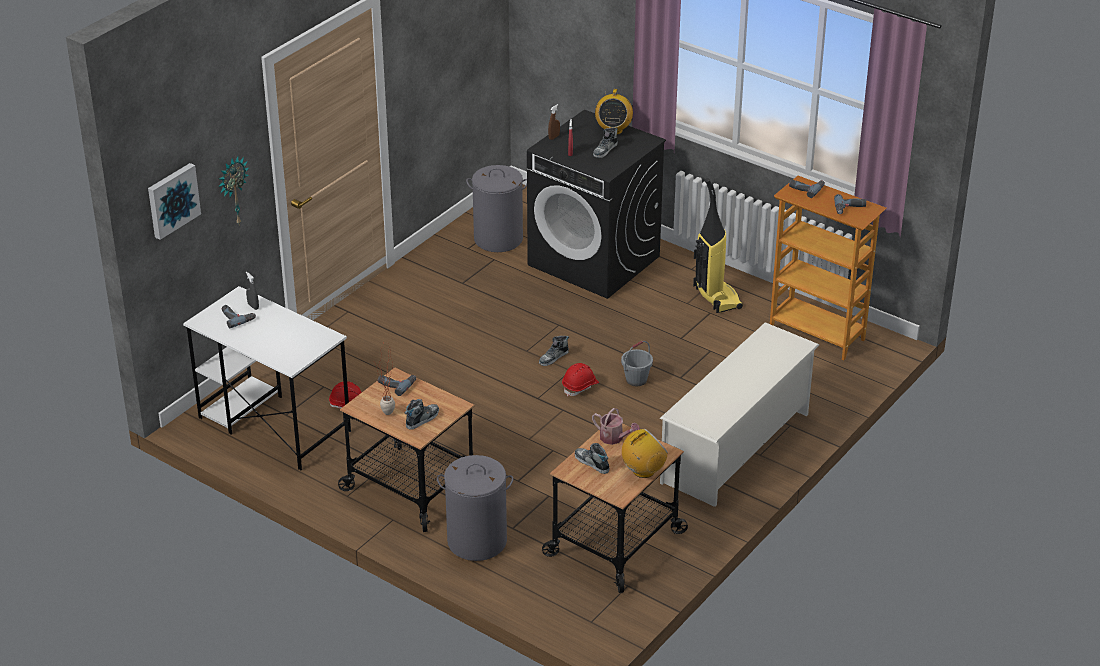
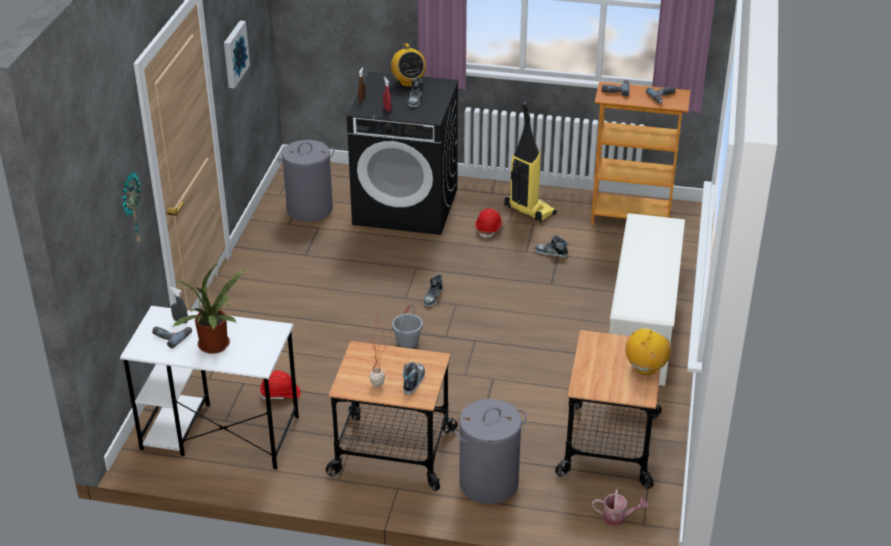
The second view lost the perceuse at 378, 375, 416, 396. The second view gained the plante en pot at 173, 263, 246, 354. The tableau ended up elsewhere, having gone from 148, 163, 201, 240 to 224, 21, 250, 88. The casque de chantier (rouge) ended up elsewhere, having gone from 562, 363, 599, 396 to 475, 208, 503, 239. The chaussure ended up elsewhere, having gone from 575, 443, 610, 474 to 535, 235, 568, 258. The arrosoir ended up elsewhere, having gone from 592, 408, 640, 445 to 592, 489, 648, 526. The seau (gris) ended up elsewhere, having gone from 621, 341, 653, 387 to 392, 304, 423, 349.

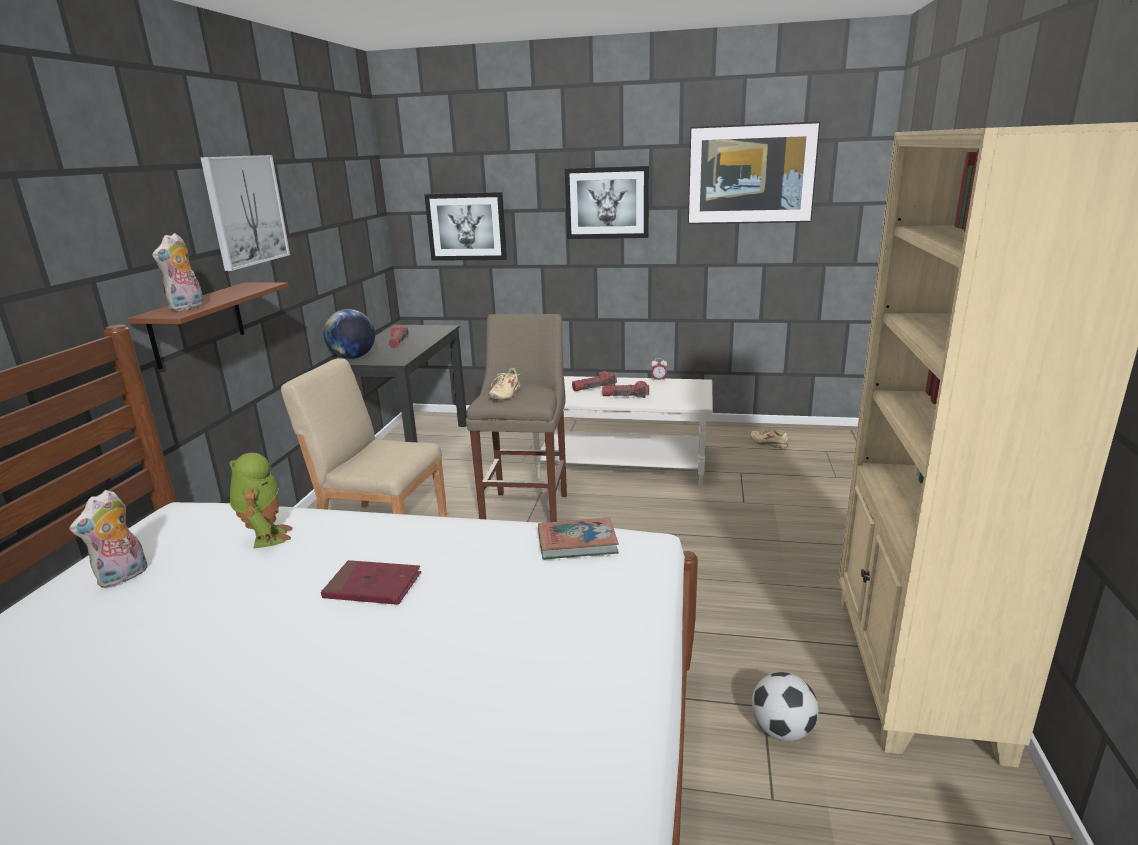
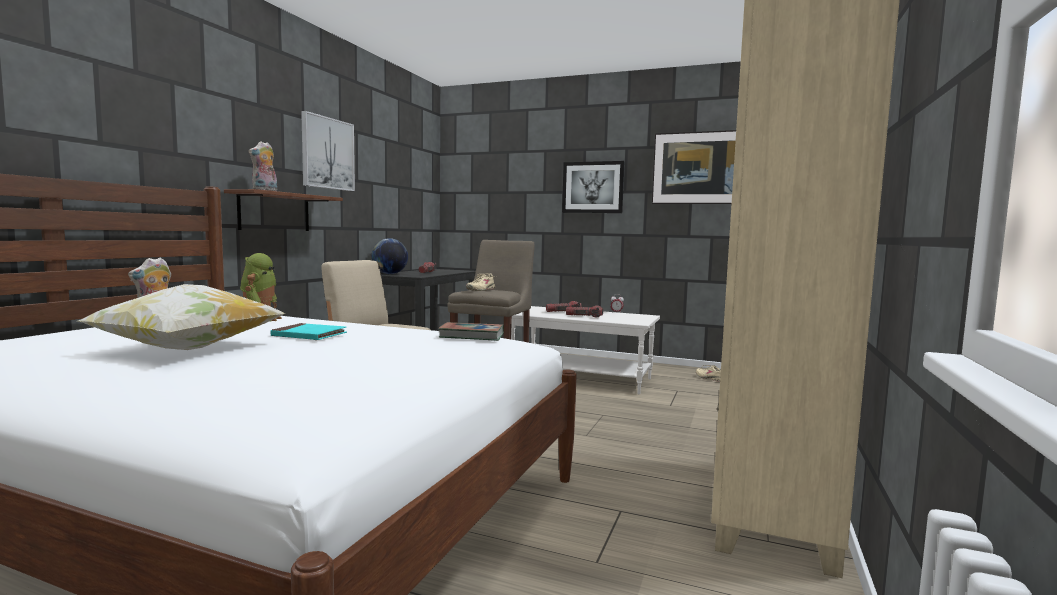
The second view lost the tableau at 424, 192, 507, 261. The second view lost the ballon de foot at 752, 672, 818, 741. The second view gained the coussin at 79, 284, 286, 350. What was the livre (rouge) at 321, 560, 421, 605 turned into the livre (turquoise) at 270, 323, 347, 340.

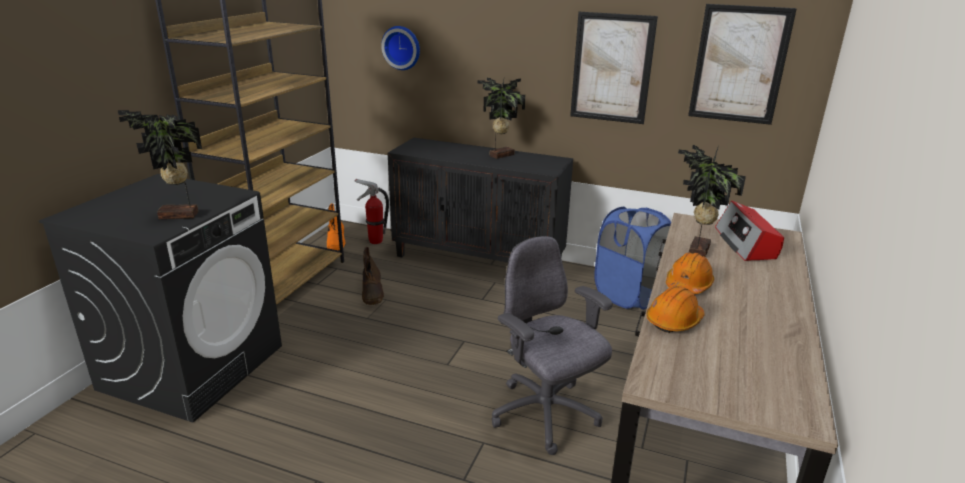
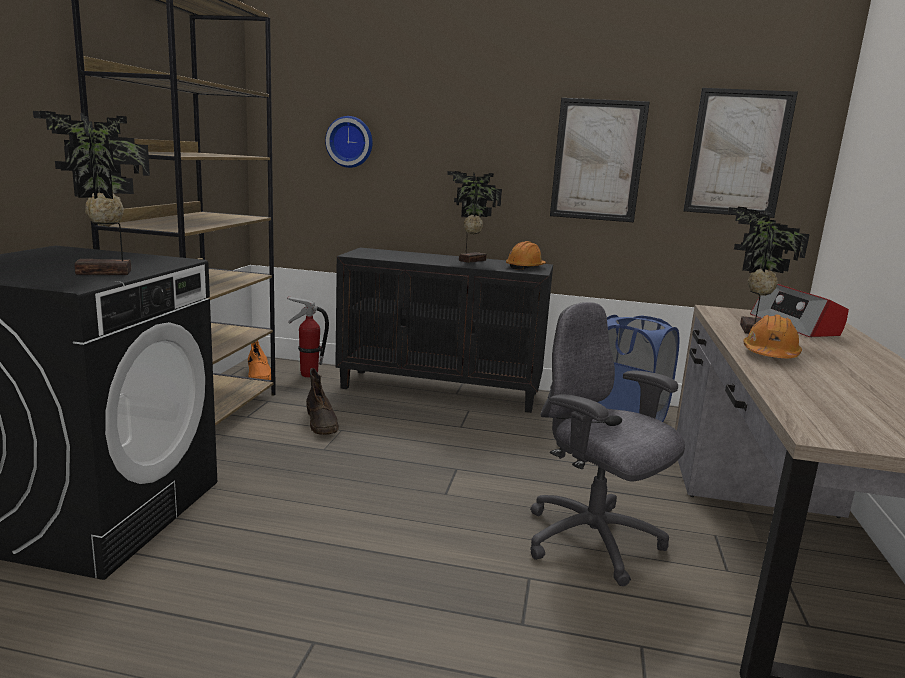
The casque de chantier (orange) ended up elsewhere, having gone from 647, 286, 705, 333 to 506, 241, 546, 270.

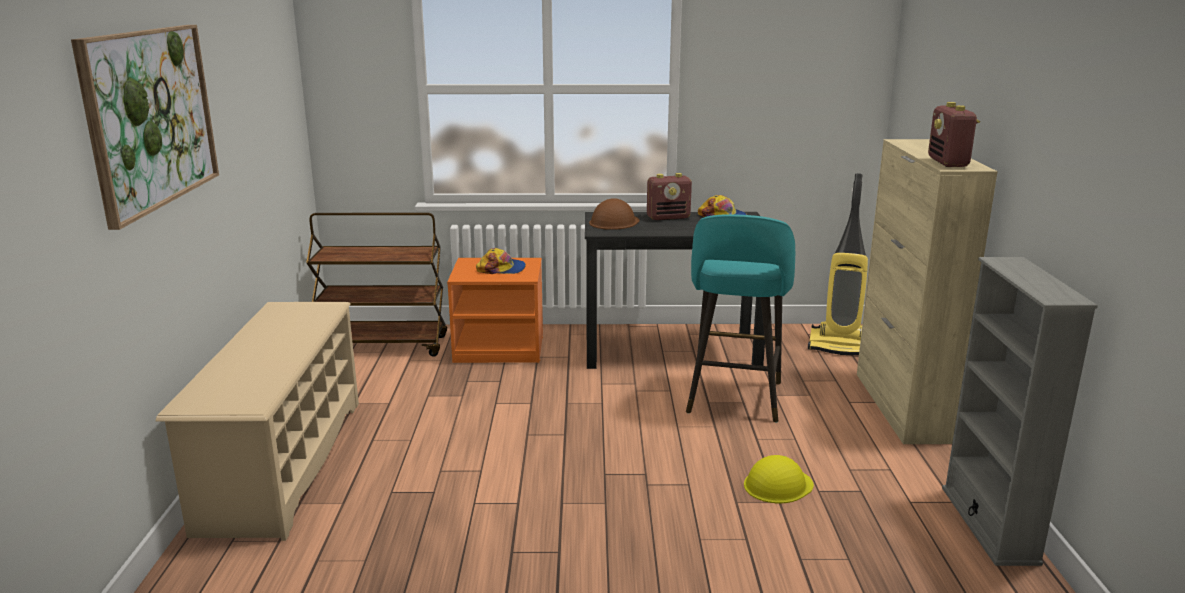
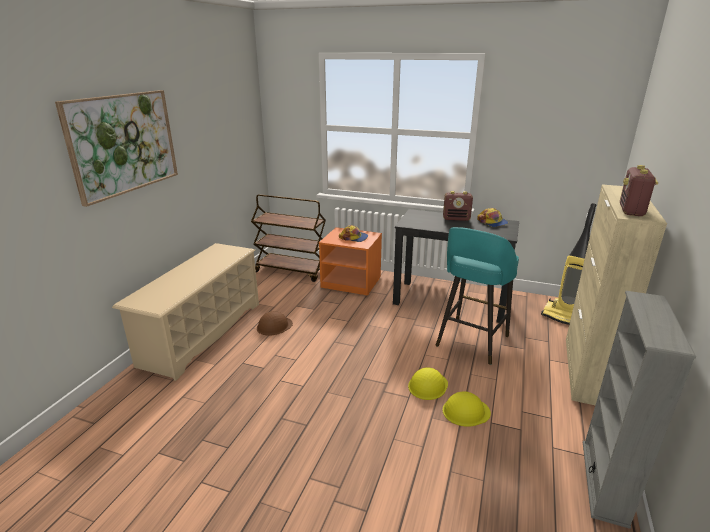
The second view gained the casque de chantier (jaune) at 408, 367, 448, 400. The casque de chantier (marron) ended up elsewhere, having gone from 589, 198, 640, 230 to 257, 311, 293, 336.

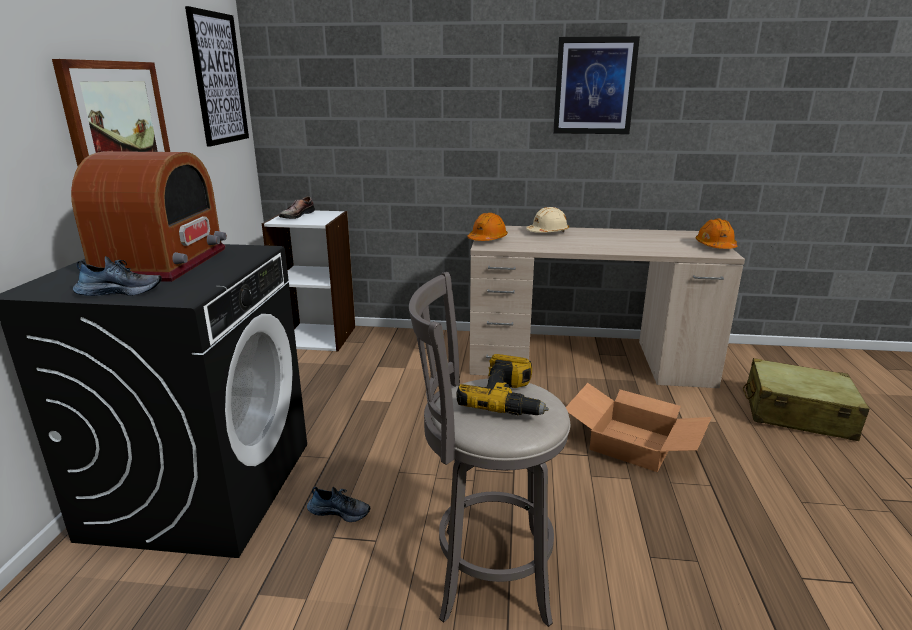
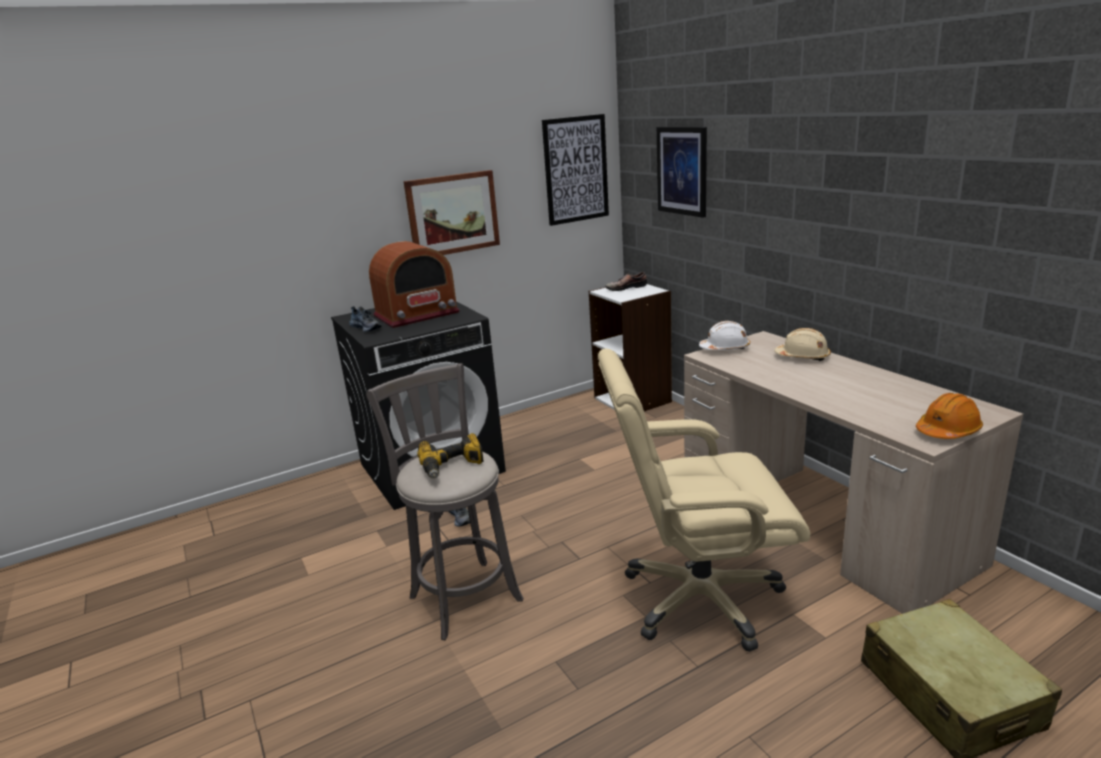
The tableau ended up elsewhere, having gone from 553, 36, 640, 134 to 657, 127, 707, 218. Where the carton stood at 566, 383, 712, 472, the chaise de bureau (beige) came to stand at 598, 348, 810, 652. What was the casque de chantier (orange) at 467, 213, 508, 241 turned into the casque de chantier (blanc) at 699, 321, 750, 350.

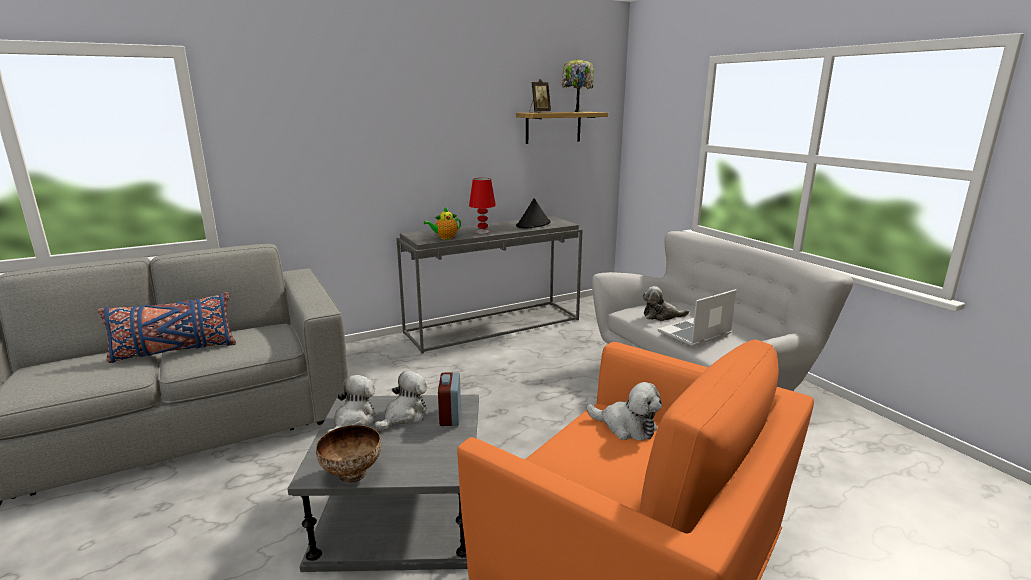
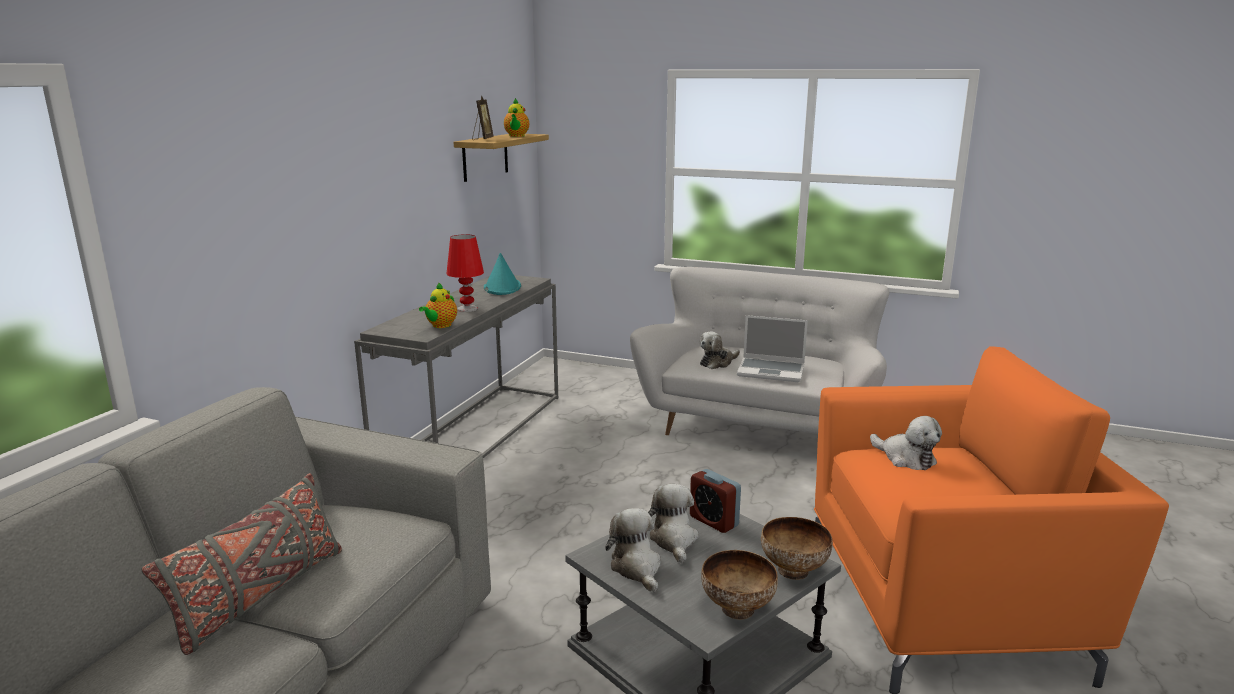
The second view gained the bol at 761, 517, 833, 580. Where the lampe de table stood at 562, 59, 594, 113, the théière came to stand at 504, 98, 529, 137. What was the coussin (bleu) at 98, 292, 236, 363 turned into the coussin (gris) at 142, 473, 342, 655. What was the chapeau (noir) at 516, 198, 551, 228 turned into the chapeau (turquoise) at 484, 253, 521, 295. The peluche at 587, 382, 662, 441 ended up facing another way, 60 degrees clockwise from before. The ordinateur portable at 658, 289, 737, 347 ended up facing another way, 90 degrees counterclockwise from before.

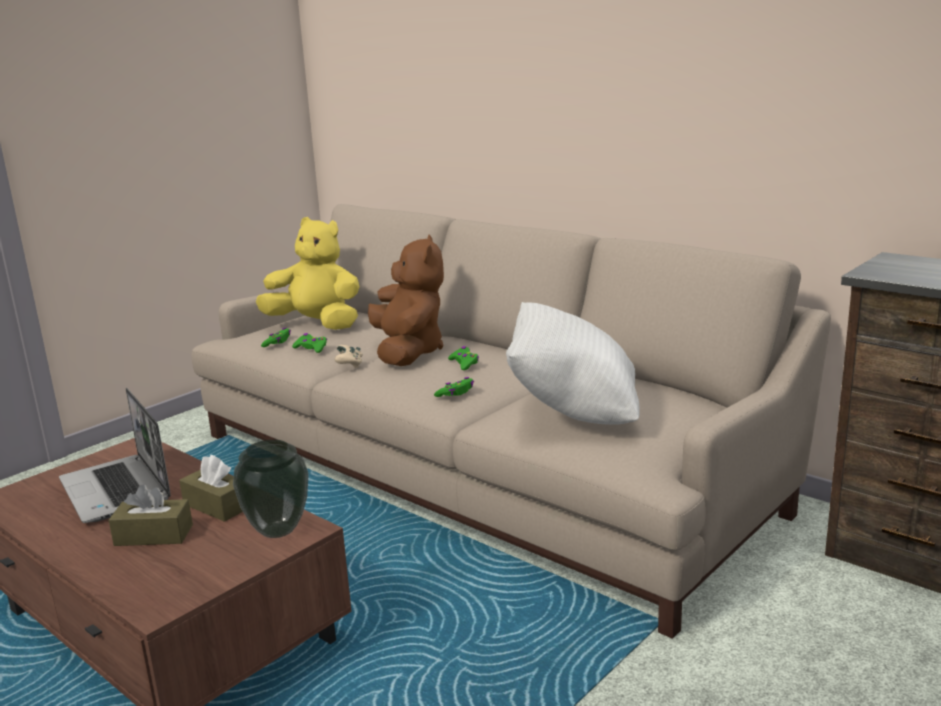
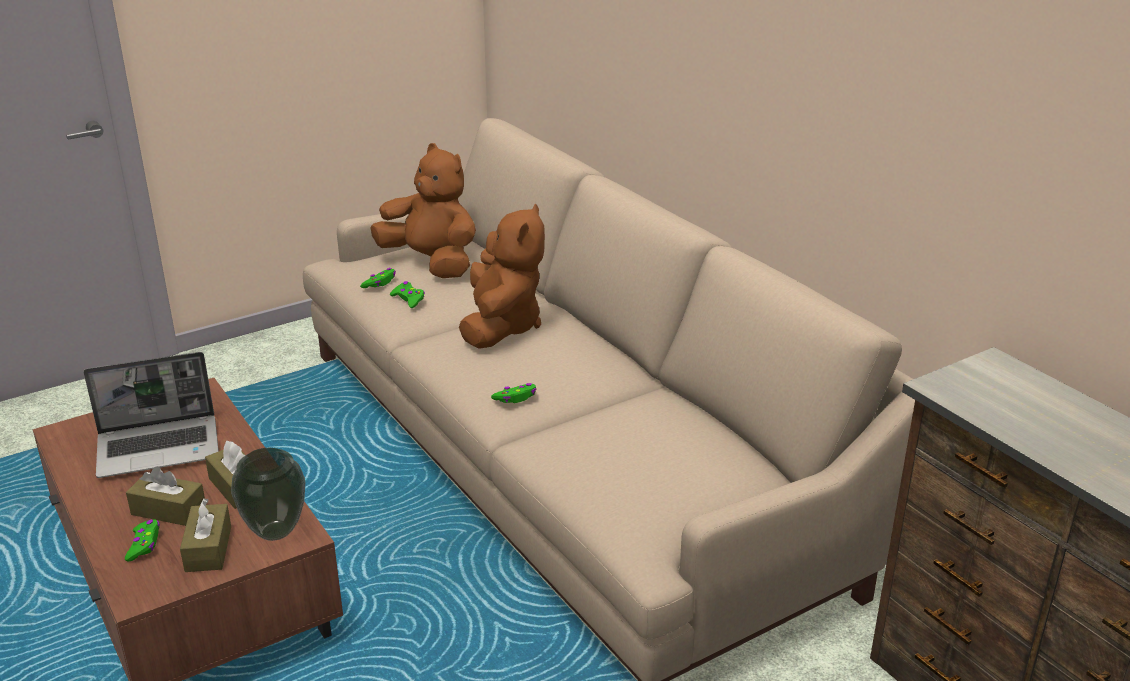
The second view lost the manette (beige) at 334, 345, 363, 368. The second view lost the coussin (blanc) at 506, 302, 640, 425. The second view gained the boîte à mouchoirs (marron) at 180, 498, 231, 572. The manette (vert) ended up elsewhere, having gone from 448, 346, 479, 370 to 125, 519, 160, 562. What was the peluche (jaune) at 256, 217, 359, 330 turned into the peluche (marron) at 371, 143, 476, 278. The ordinateur portable at 59, 388, 171, 523 ended up facing another way, 90 degrees counterclockwise from before.

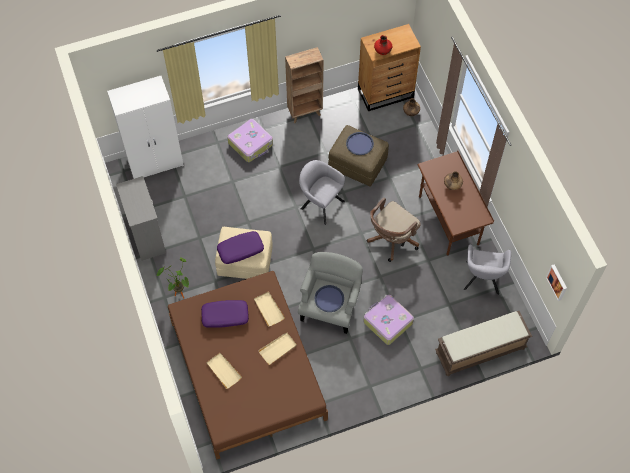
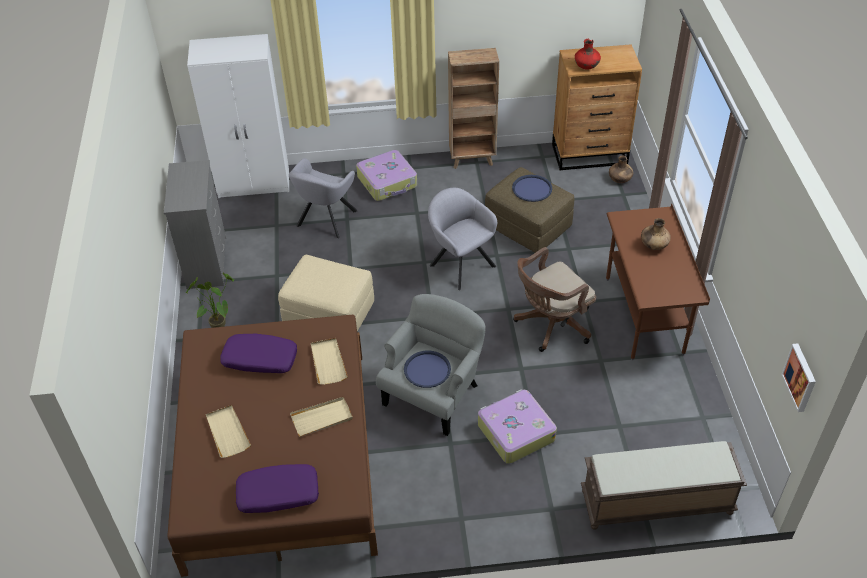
The coussin (violet) ended up elsewhere, having gone from 217, 231, 264, 264 to 236, 464, 319, 513. The fauteuil (gris) ended up elsewhere, having gone from 464, 245, 511, 295 to 289, 158, 358, 238.

